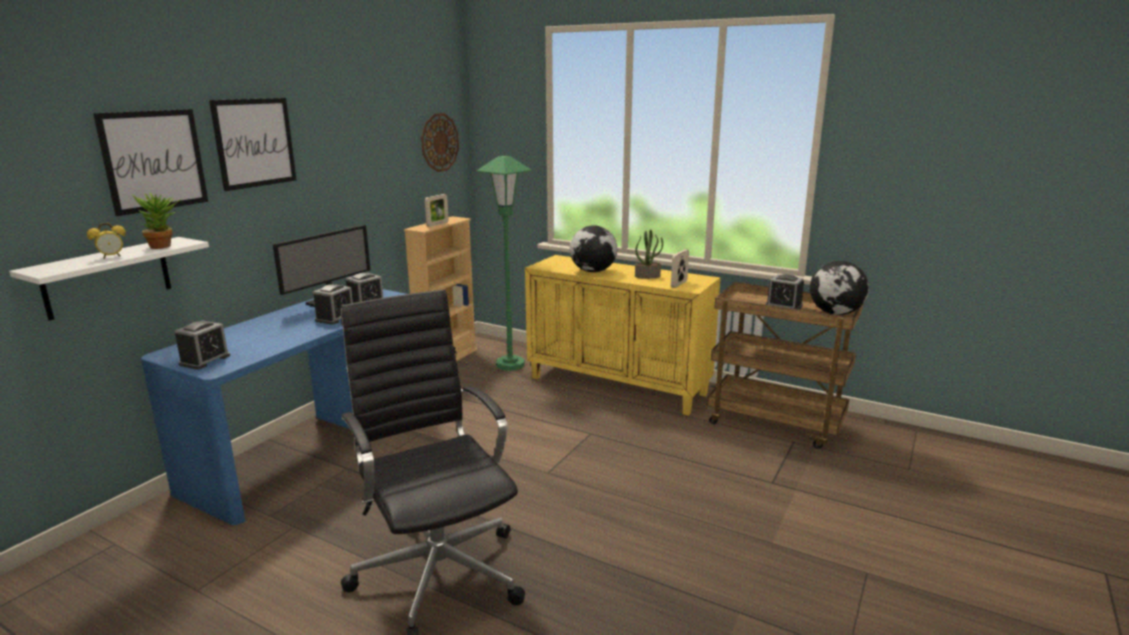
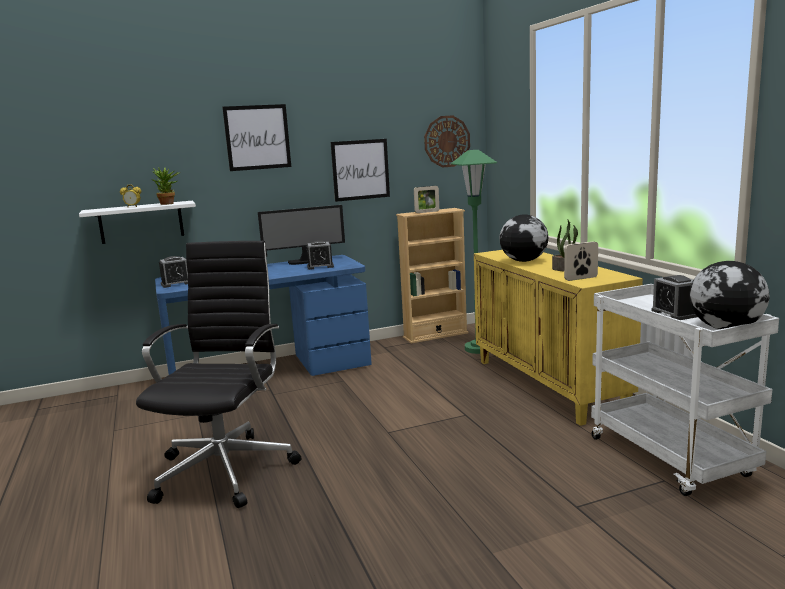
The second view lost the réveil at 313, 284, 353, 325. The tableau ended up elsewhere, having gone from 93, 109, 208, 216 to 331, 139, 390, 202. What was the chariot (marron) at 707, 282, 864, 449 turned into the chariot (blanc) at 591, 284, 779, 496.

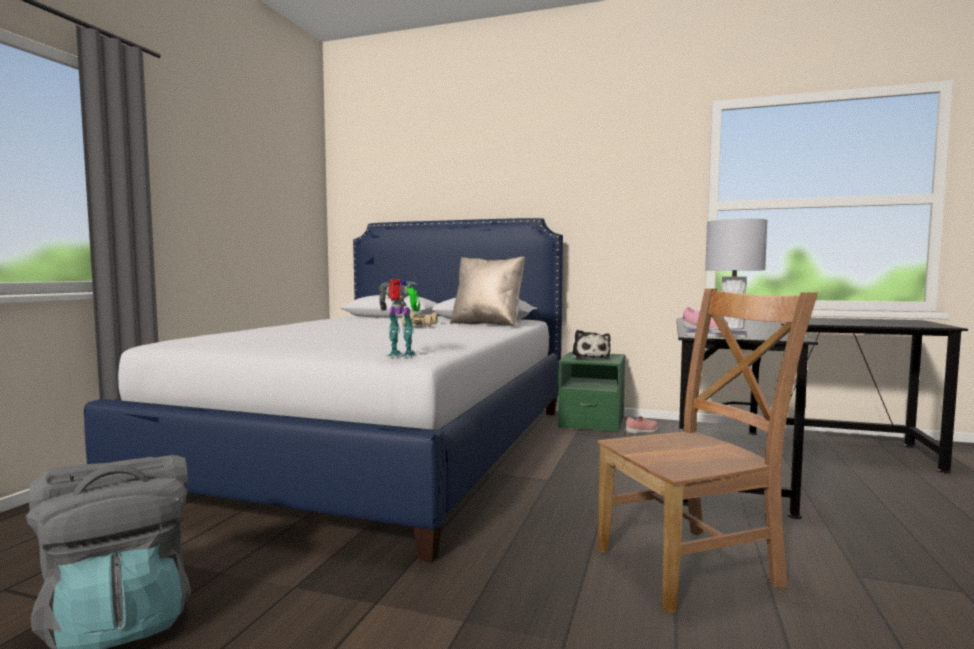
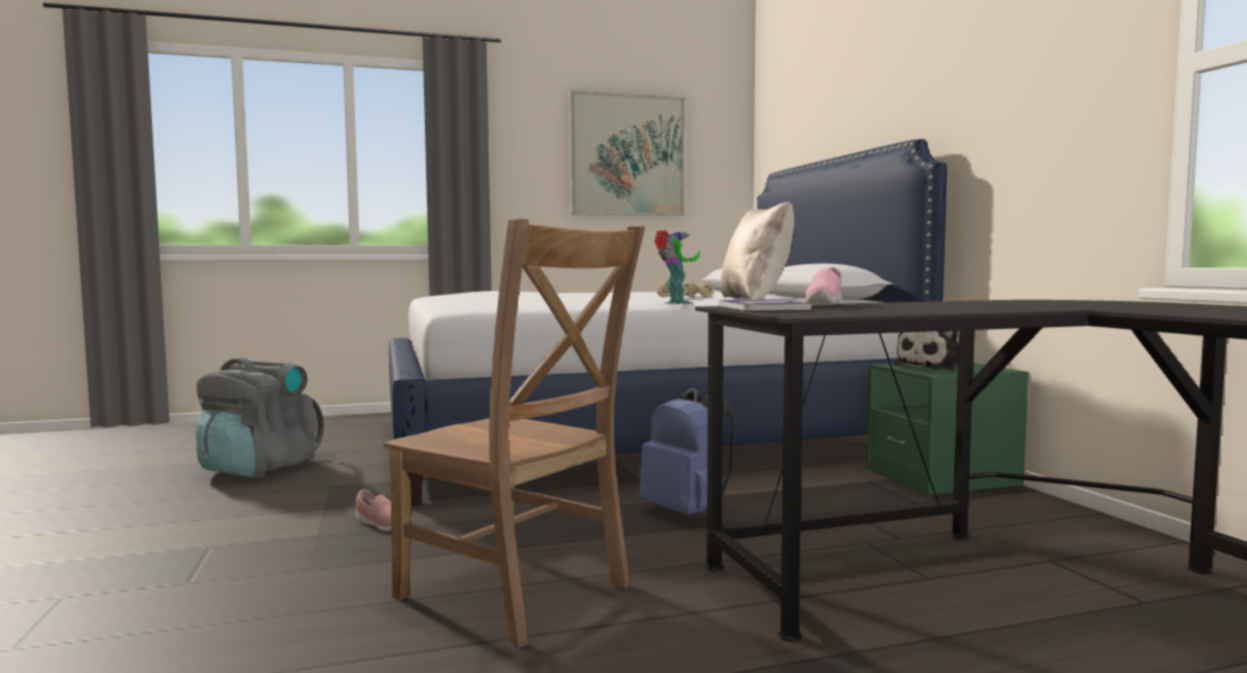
The second view lost the lampe de table (gris) at 705, 218, 768, 329. The second view gained the tableau at 569, 90, 685, 216. The second view gained the sac à dos (bleu) at 639, 387, 736, 515. The robot jouet ended up elsewhere, having gone from 378, 279, 420, 357 to 654, 230, 700, 304. The chaussure (rose) ended up elsewhere, having gone from 626, 416, 658, 434 to 356, 490, 412, 531.

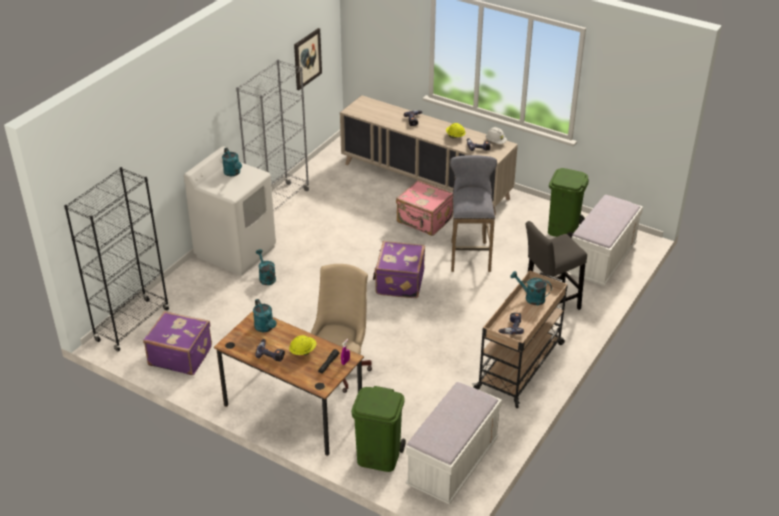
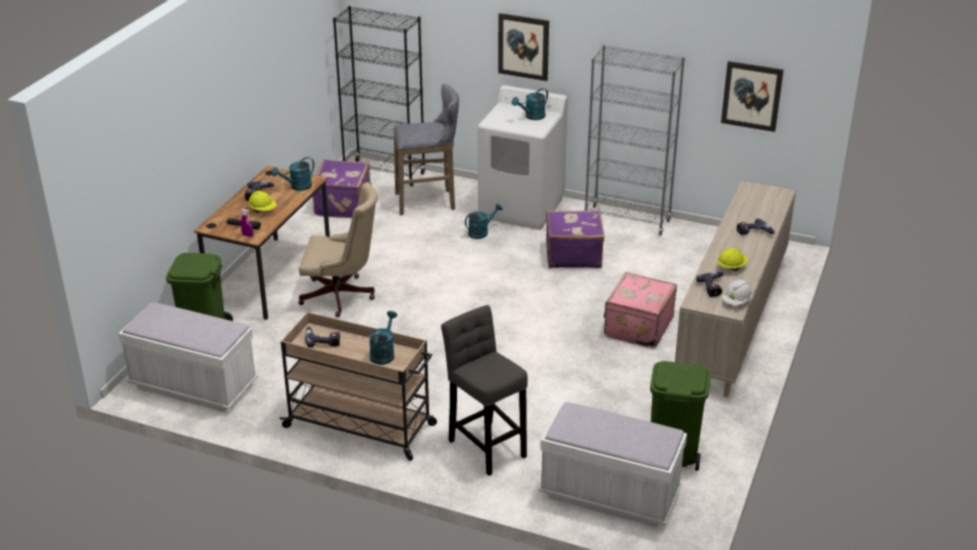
The second view gained the tableau at 498, 13, 549, 81. The valise (violet) ended up elsewhere, having gone from 373, 241, 425, 298 to 546, 210, 605, 268. The tabouret (gris) ended up elsewhere, having gone from 450, 155, 497, 272 to 393, 84, 459, 215.

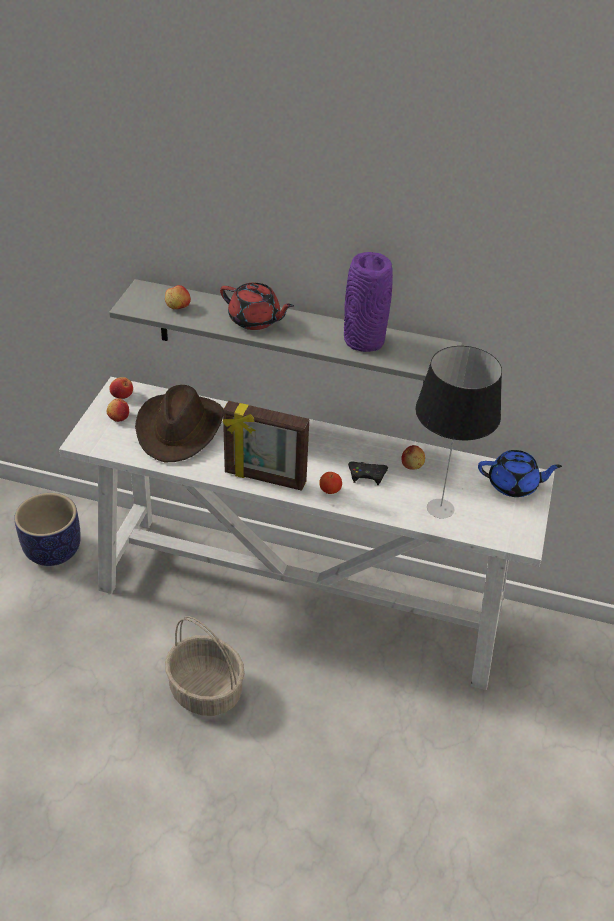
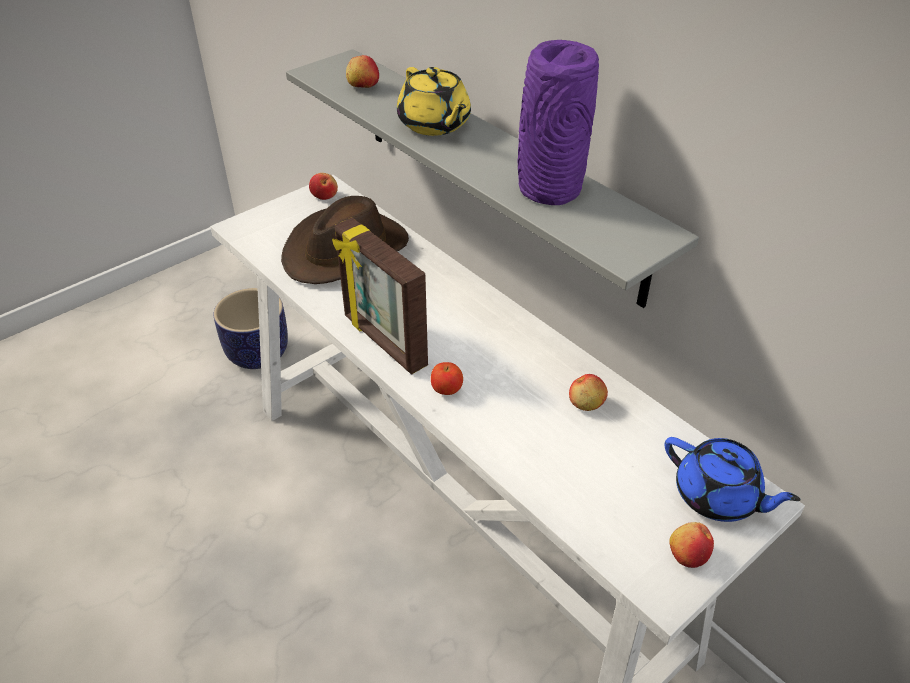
The second view lost the panier at 165, 616, 245, 716. The second view lost the manette (noir) at 348, 461, 388, 485. The second view lost the lampe de table at 415, 346, 502, 519. The pomme ended up elsewhere, having gone from 107, 398, 129, 422 to 669, 522, 714, 568. What was the théière (rouge) at 220, 283, 294, 330 turned into the théière (jaune) at 397, 67, 471, 136.

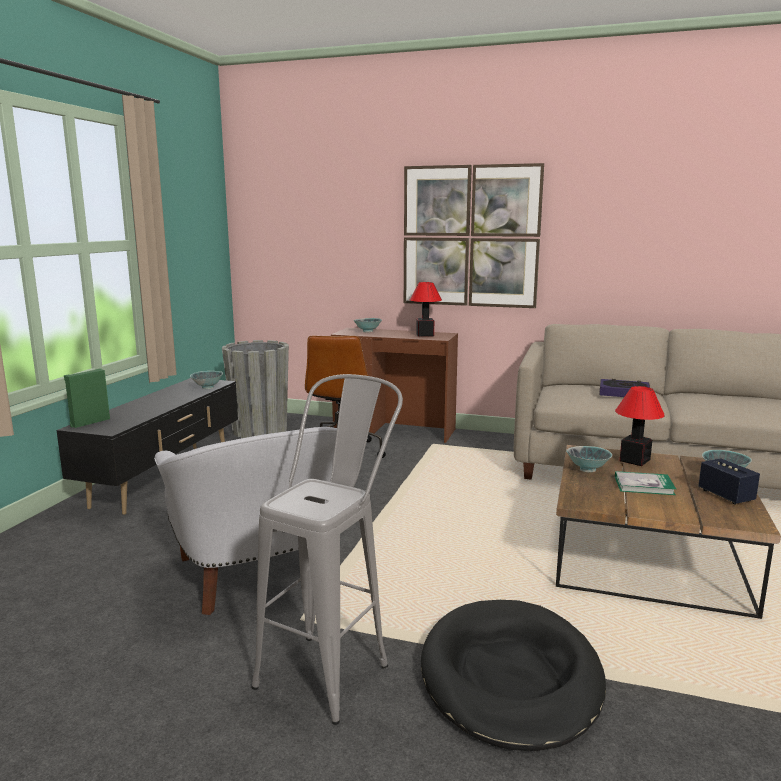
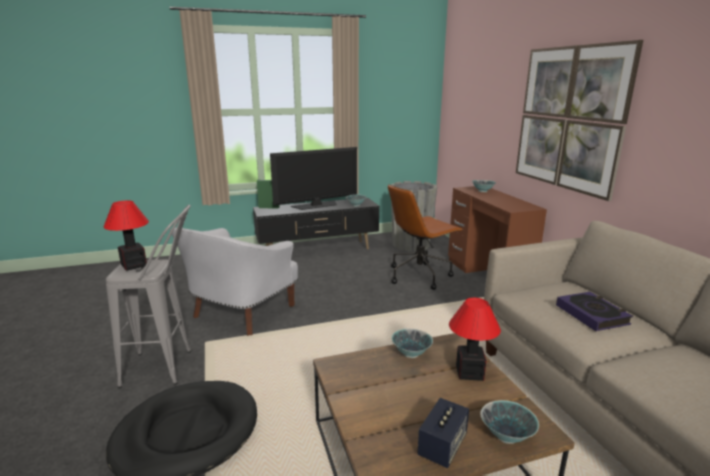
The second view lost the livre at 615, 471, 676, 495. The second view gained the téléviseur at 270, 147, 357, 210. The lampe de table ended up elsewhere, having gone from 410, 282, 442, 337 to 103, 201, 149, 271.

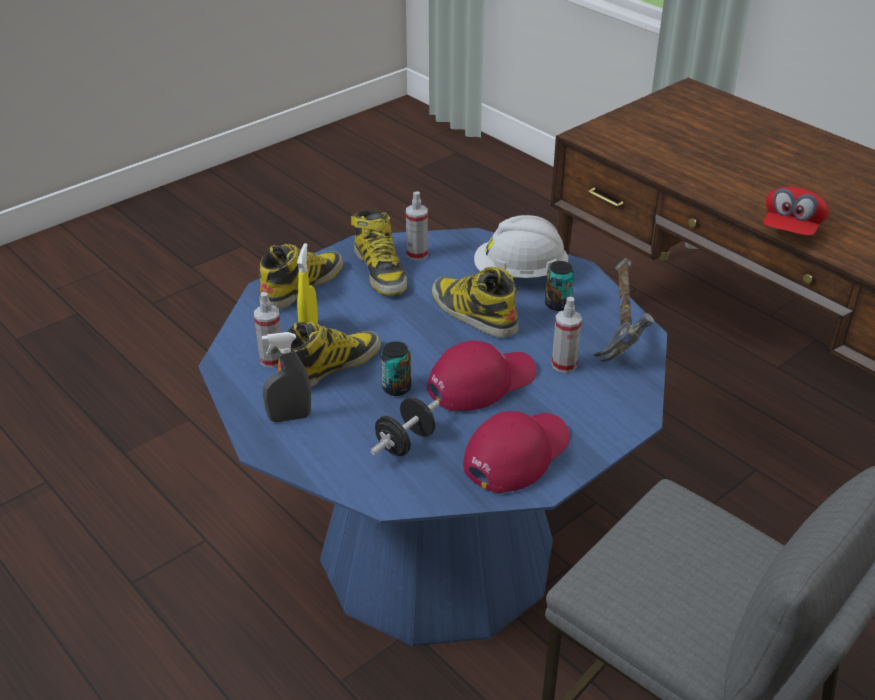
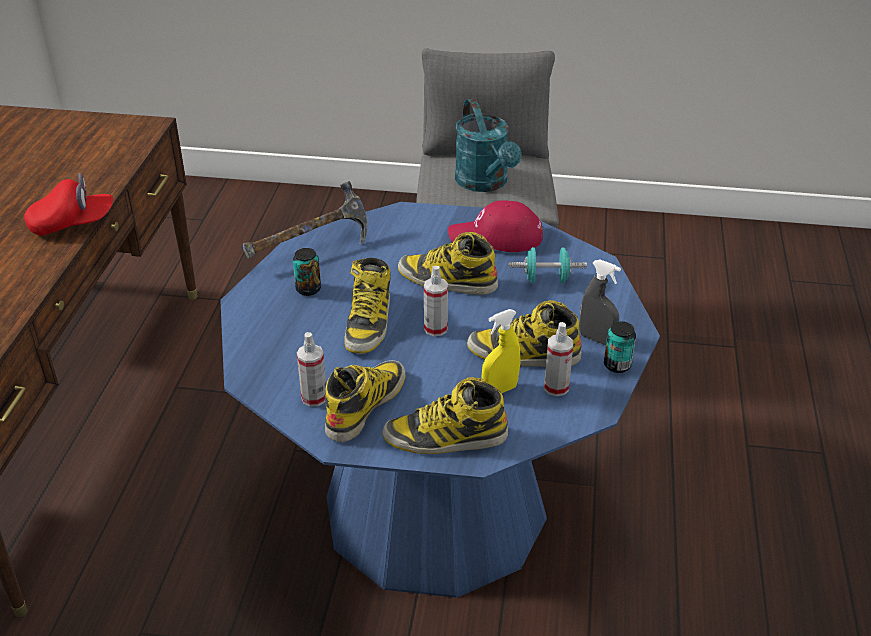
The second view lost the casque de chantier (blanc) at 474, 215, 568, 278. The second view gained the arrosoir (turquoise) at 455, 99, 522, 192. The boîte métallique ended up elsewhere, having gone from 381, 341, 411, 396 to 604, 321, 636, 373. The vaporisateur ended up elsewhere, having gone from 552, 297, 582, 373 to 424, 266, 448, 336. Where the casquette (rouge) stood at 427, 341, 537, 411, the botte came to stand at 398, 232, 498, 295. What was the haltère (noir) at 370, 397, 440, 456 turned into the haltère (turquoise) at 509, 247, 587, 284.

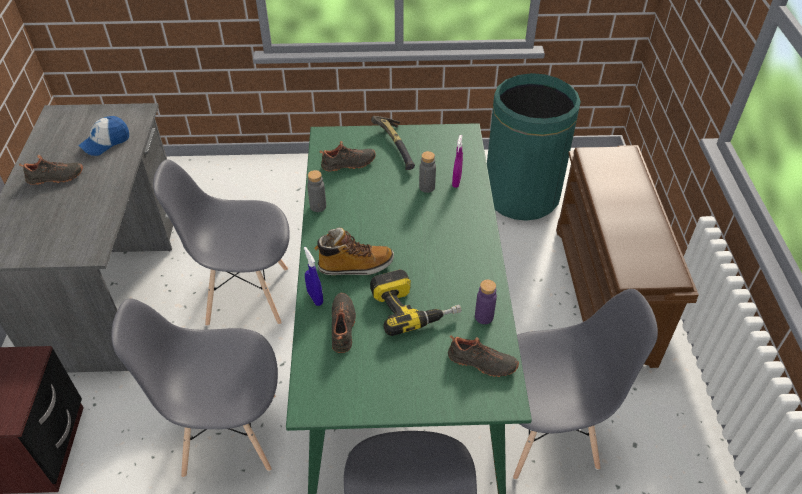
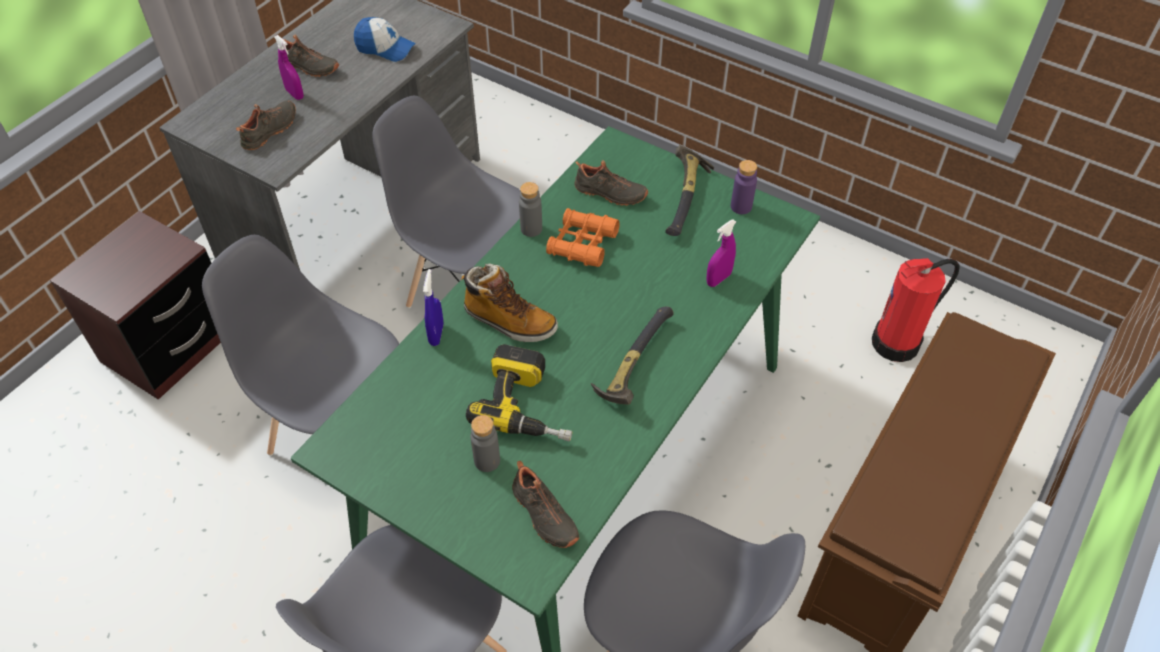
The second view gained the vaporisateur (violet) at 274, 35, 304, 100. The second view gained the jumelles (orange) at 546, 208, 620, 267. The second view gained the marteau at 591, 307, 673, 404. The chaussure (noir) ended up elsewhere, having gone from 332, 293, 356, 353 to 236, 100, 296, 150. The bouteille (gris) ended up elsewhere, having gone from 419, 151, 436, 193 to 470, 415, 500, 472. The bouteille (violet) ended up elsewhere, having gone from 475, 279, 497, 324 to 731, 160, 757, 214. Where the poubelle (vert) stood at 487, 73, 581, 221, the extincteur came to stand at 872, 258, 960, 362. The casquette at 78, 116, 129, 156 ended up facing another way, 150 degrees counterclockwise from before.

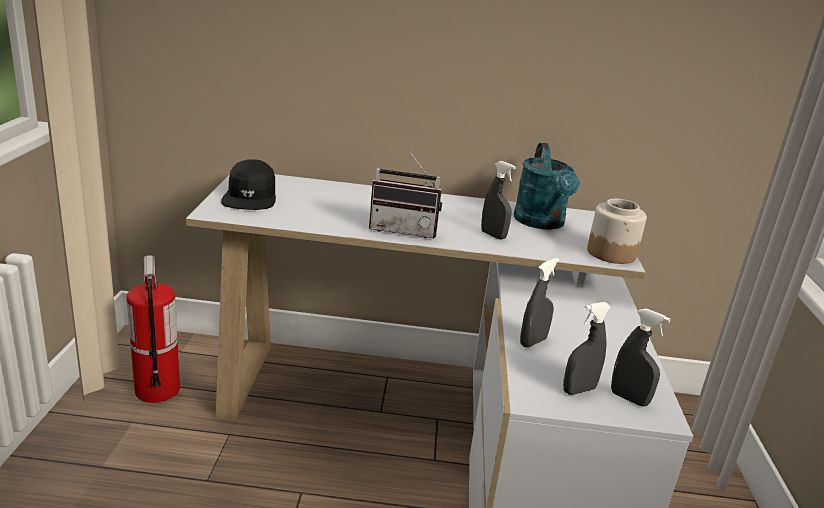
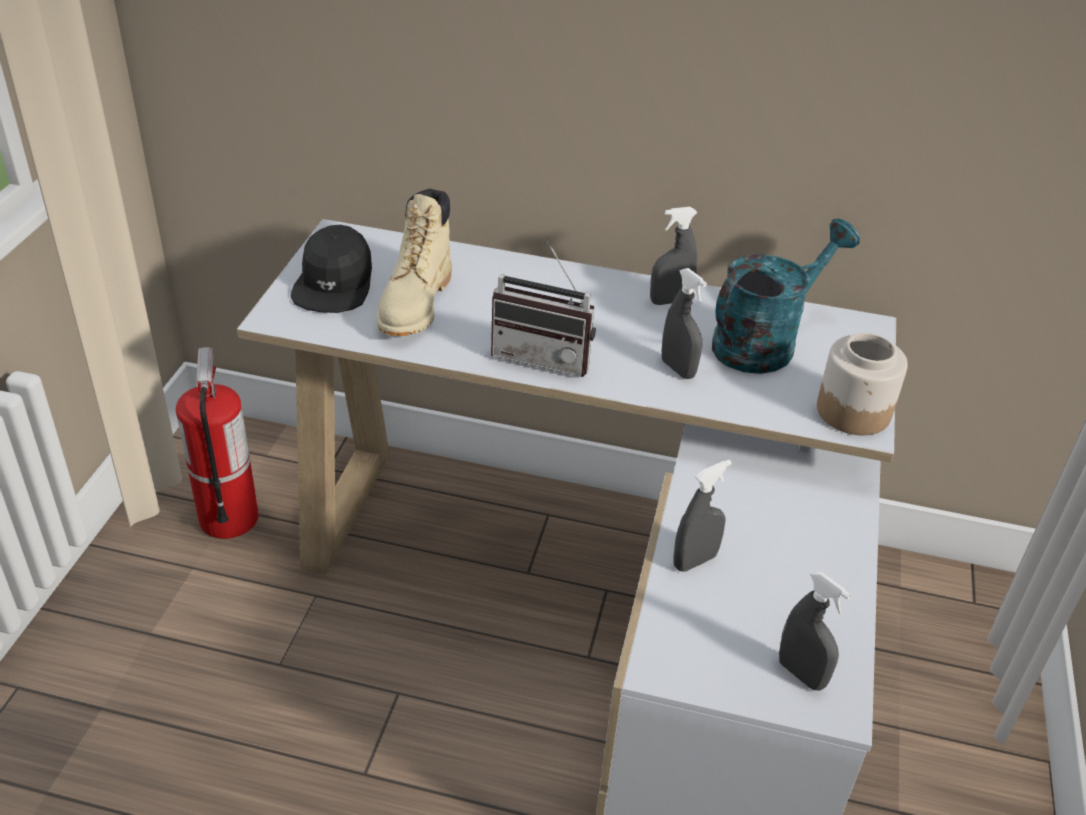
The second view gained the botte (beige) at 377, 189, 452, 336. The vaporisateur (gris) ended up elsewhere, having gone from 563, 302, 611, 395 to 650, 207, 698, 305. The arrosoir (turquoise) at 514, 143, 580, 230 ended up facing another way, 135 degrees counterclockwise from before.

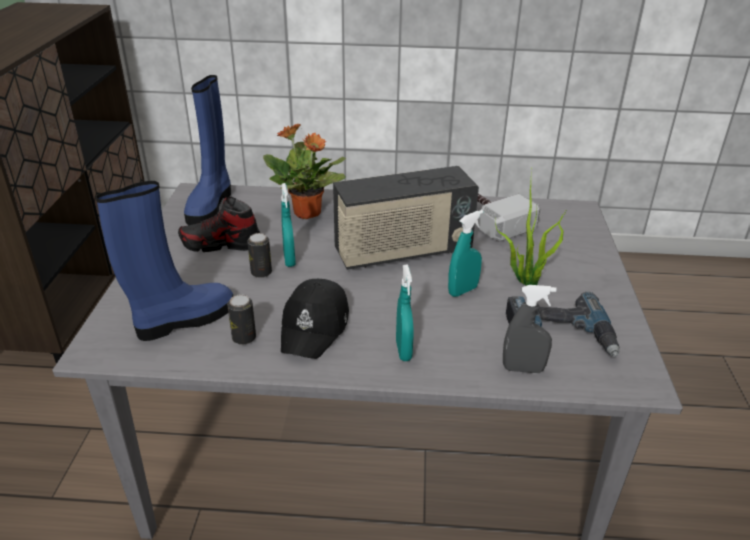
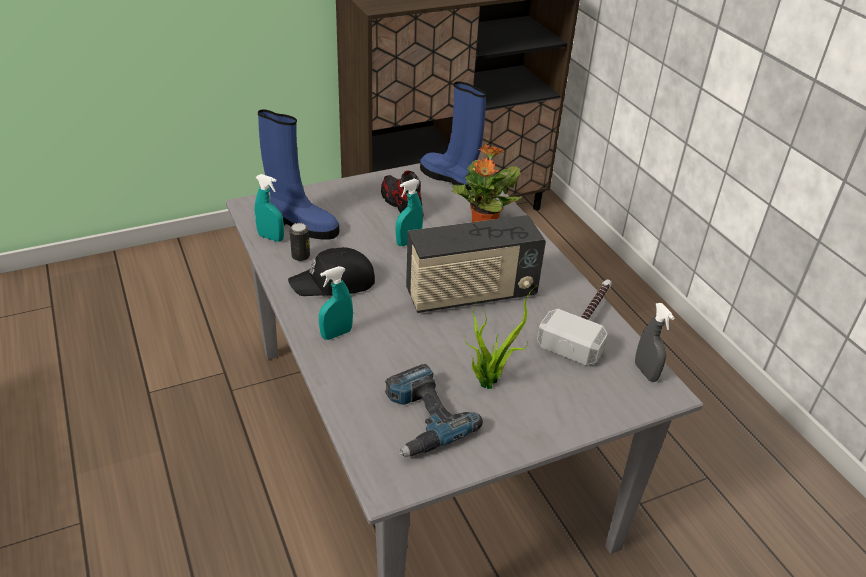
The second view lost the boîte métallique at 247, 233, 272, 278. The vaporisateur (turquoise) ended up elsewhere, having gone from 448, 210, 483, 297 to 255, 174, 284, 242. The vaporisateur (gris) ended up elsewhere, having gone from 503, 285, 556, 373 to 635, 303, 675, 382. The botte (bleu) at 184, 75, 231, 225 ended up facing another way, 60 degrees clockwise from before. The radio at 333, 166, 479, 270 ended up facing another way, 60 degrees counterclockwise from before.

